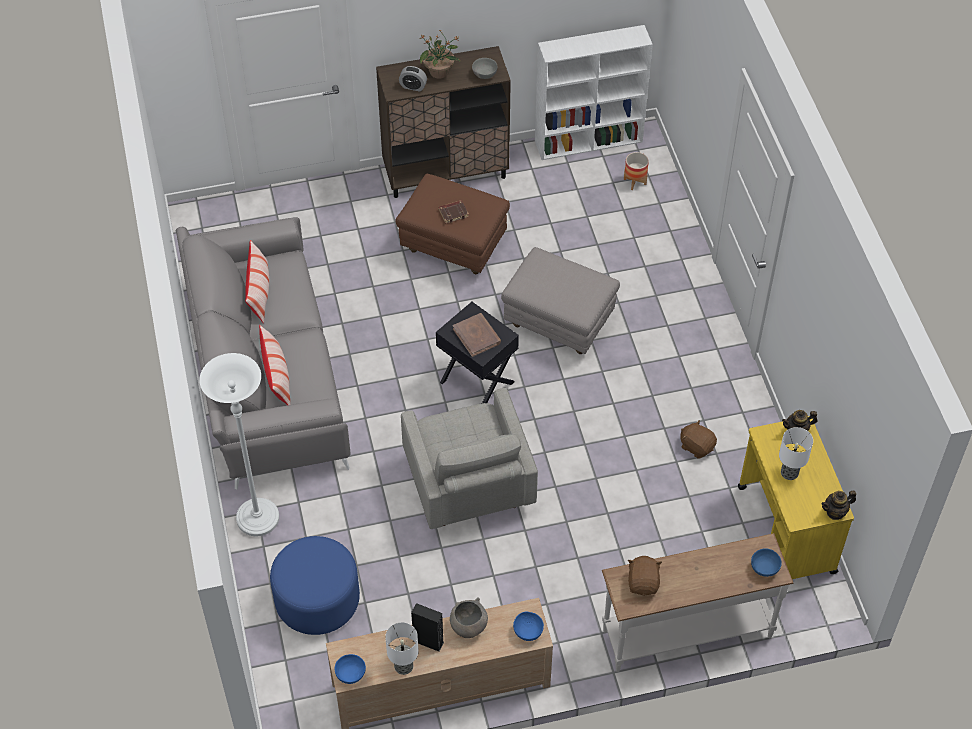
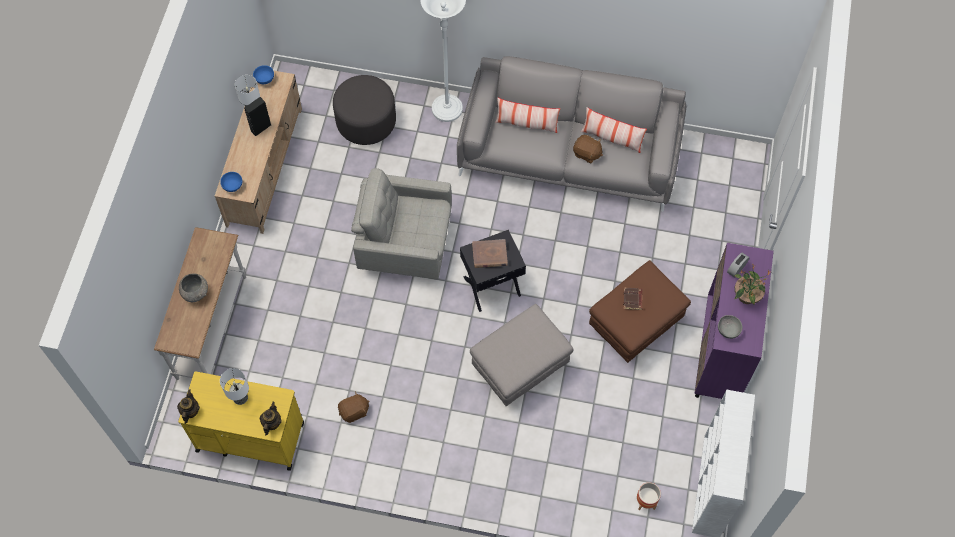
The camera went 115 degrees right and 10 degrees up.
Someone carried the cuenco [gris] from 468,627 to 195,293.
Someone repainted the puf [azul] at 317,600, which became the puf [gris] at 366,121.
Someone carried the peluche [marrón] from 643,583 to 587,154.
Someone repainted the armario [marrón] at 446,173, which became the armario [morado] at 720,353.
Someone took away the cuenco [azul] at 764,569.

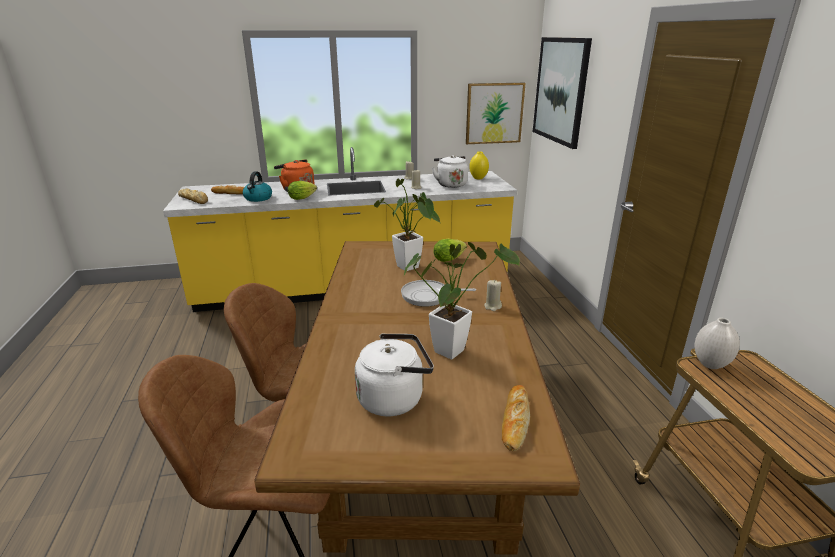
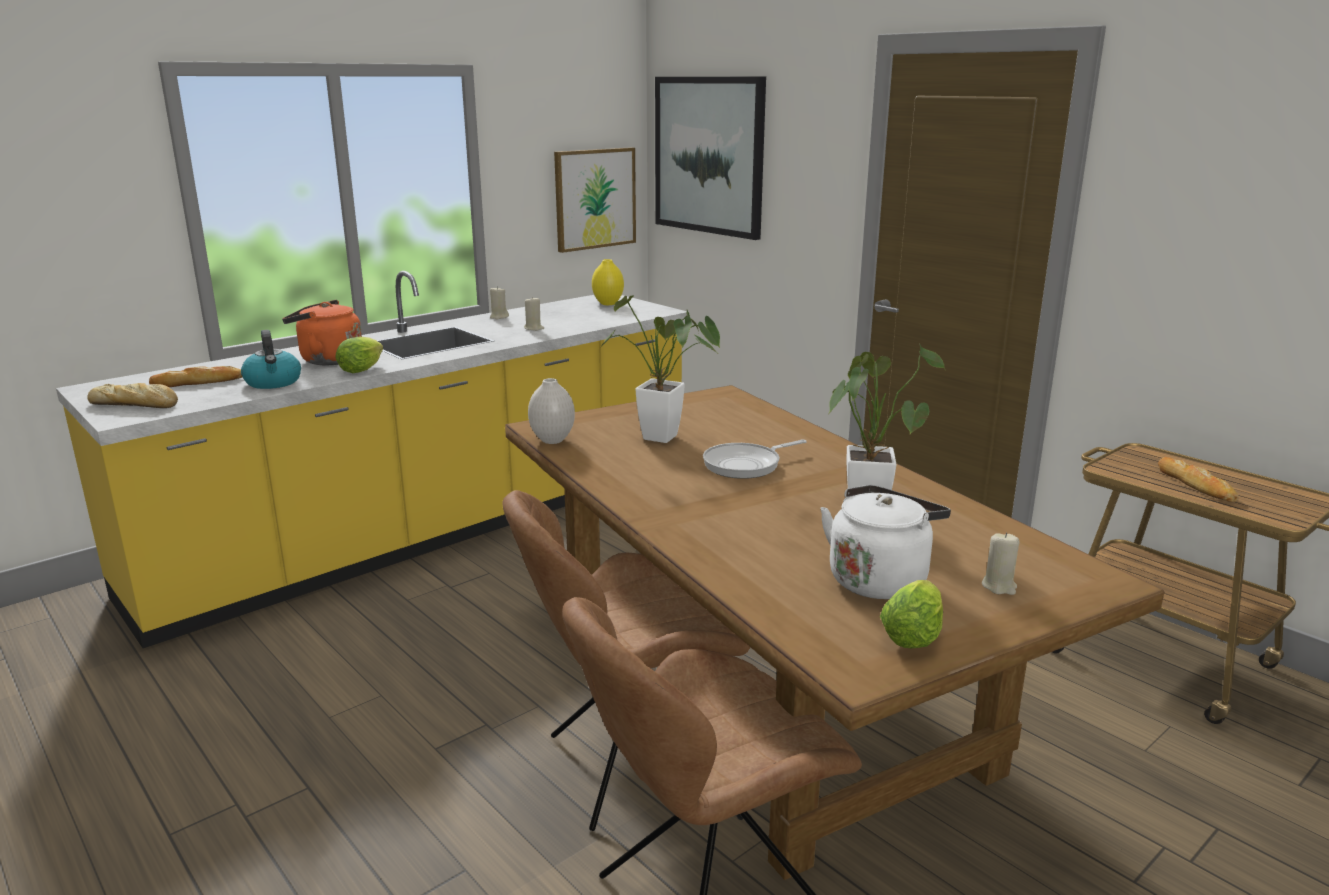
The camera went 30 degrees left and 5 degrees down.
Someone carried the florero [blanco] from 709,364 to 552,440.
Someone carried the lechuga from 450,259 to 914,634.
Someone carried the vela [beis] from 492,306 to 999,586.
Someone carried the pan from 515,420 to 1195,485.
Someone took away the hervidor [blanco] at 450,184.

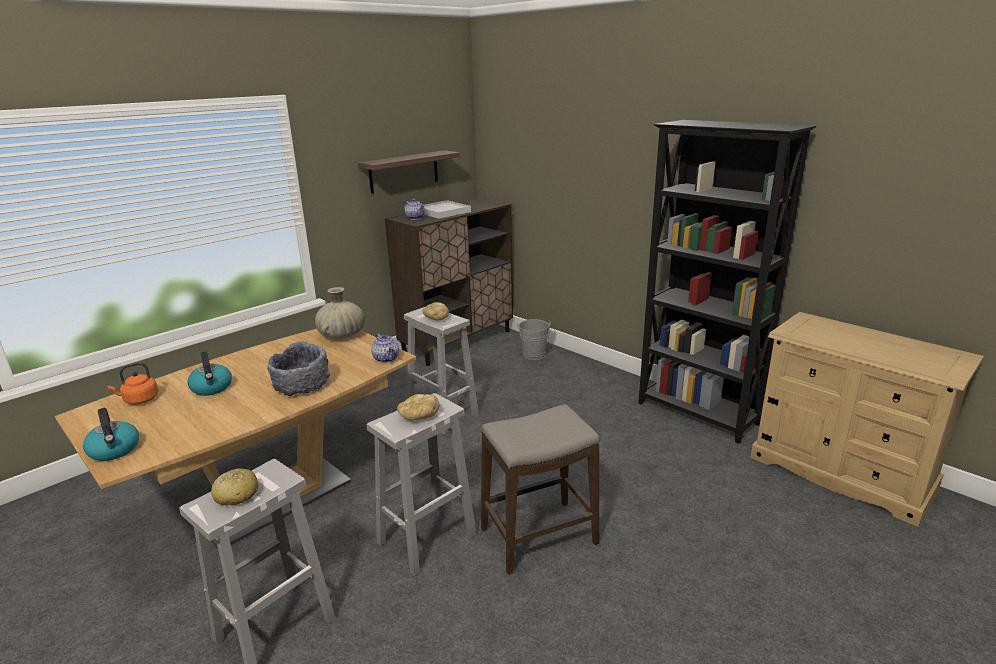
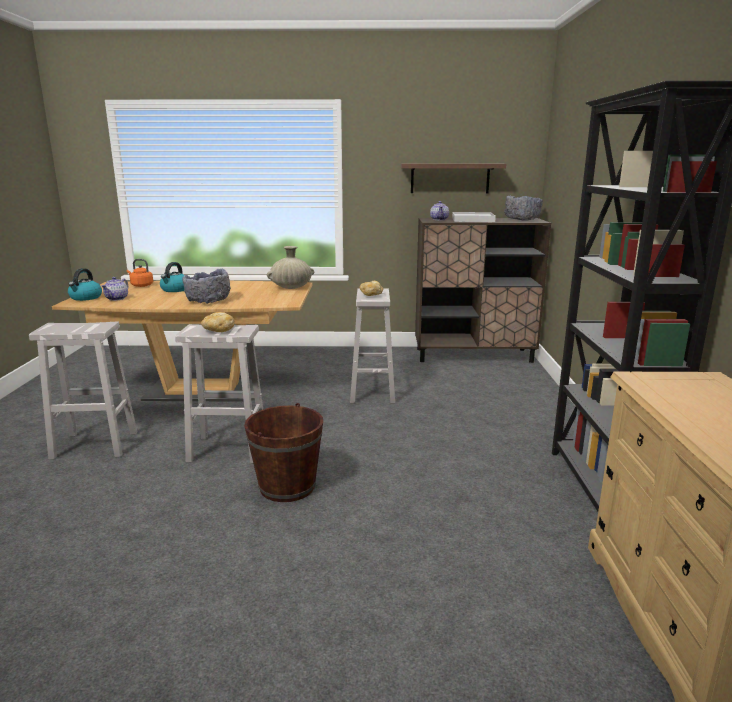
The camera went 45 degrees right and 5 degrees down.
Someone carried the tetera from 386,358 to 117,298.
Someone swapped the taburete at 538,536 for the cubo [marrón] at 287,486.
Someone put down the cuenco [gris] at 522,219.
Someone took away the pan at 236,494.
Someone took away the cubo [gris] at 534,356.

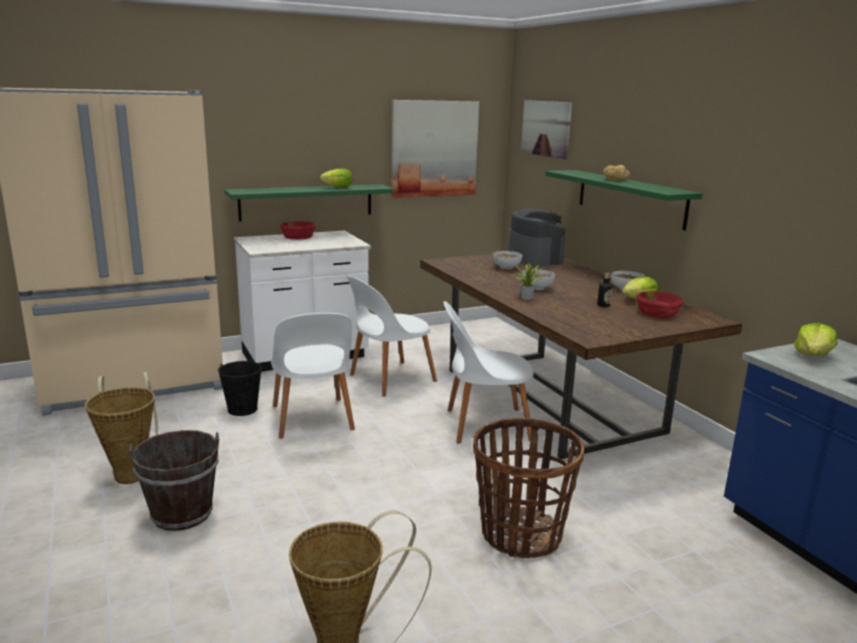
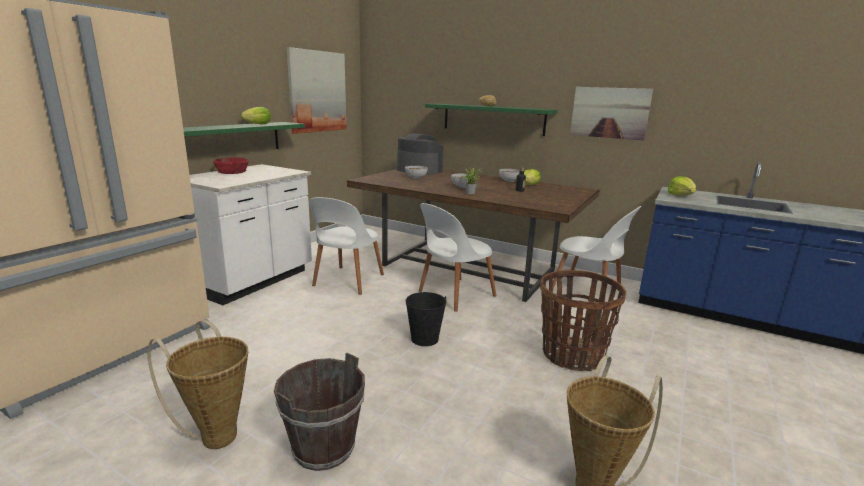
The camera went 35 degrees left and 0 degrees up.
Someone carried the cubo [negro] from 242,409 to 424,338.
Someone carried the silla [blanco] from 312,420 to 588,292.
Someone carried the cuadro from 546,128 to 609,112.
Someone took away the cuenco [rojo] at 656,312.

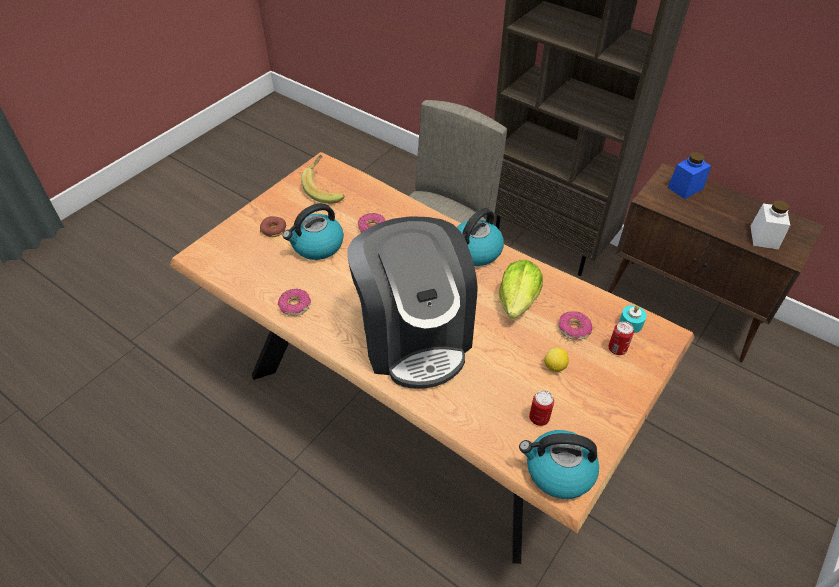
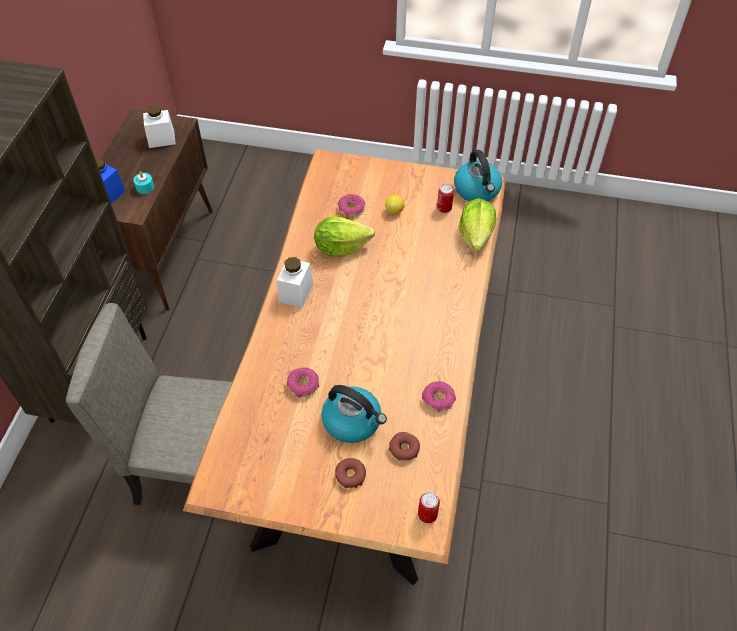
The camera went 115 degrees left and 5 degrees up.
Someone carried the vela [turquesa] from 630,324 to 145,187.
Someone swapped the hervidor at 475,252 for the tarro [blanco] at 295,292.
Someone put down the rosquilla at 404,449.
Someone carried the lata from 617,349 to 427,515.
Someone put down the lechuga at 476,235.
Someone took away the plátano at 326,189.
Someone took away the cafetera at 414,336.

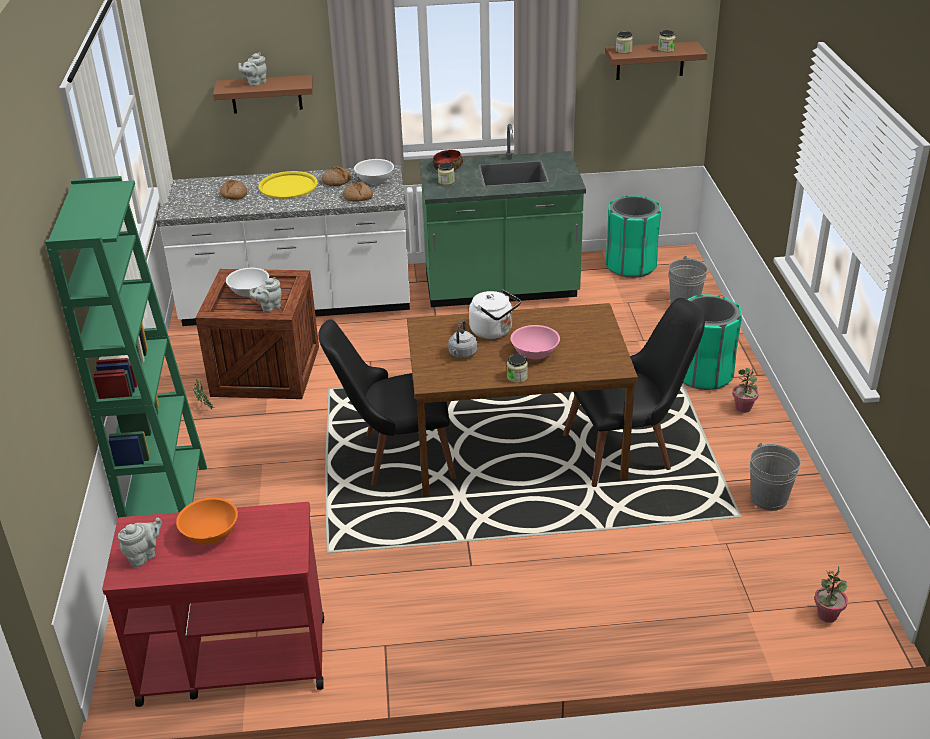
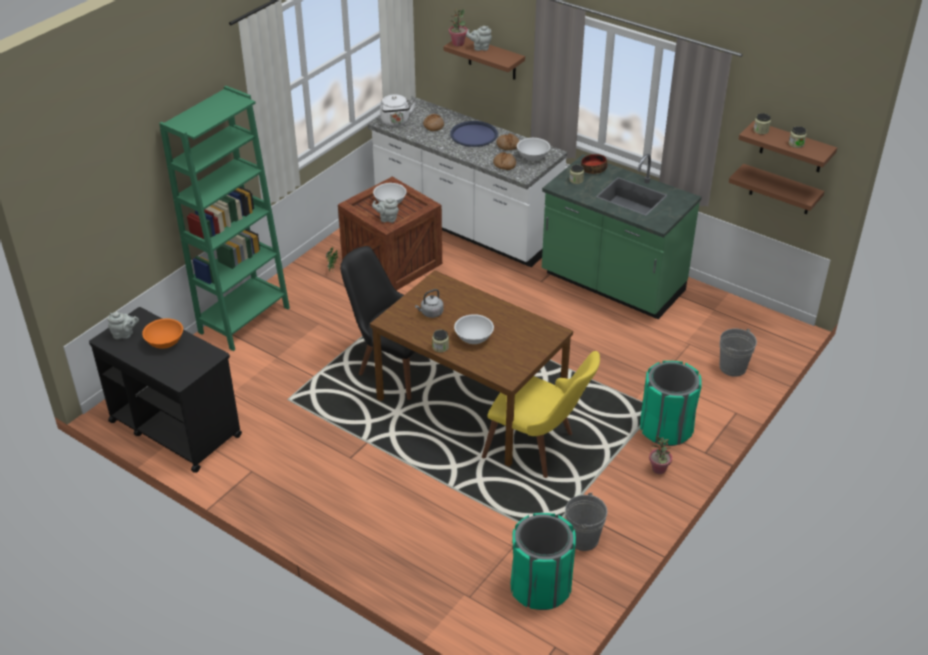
The camera went 40 degrees right and 5 degrees up.
Someone repainted the carrito [rojo] at 232,661, which became the carrito [negro] at 174,428.
Someone carried the hervidor [blanco] from 494,331 to 396,122.
Someone carried the planta en maceta from 827,615 to 458,43.
Someone repainted the bandeja [amarillo] at 288,186, which became the bandeja [azul] at 473,135.
Someone repainted the cuenco [rosa] at 534,353, which became the cuenco [blanco] at 474,337.
Someone repainted the silla [negro] at 630,449, which became the silla [amarillo] at 539,448.
Someone carried the papelera [verde] from 631,266 to 541,587.
Someone put up the estante [marrón] at 780,190.

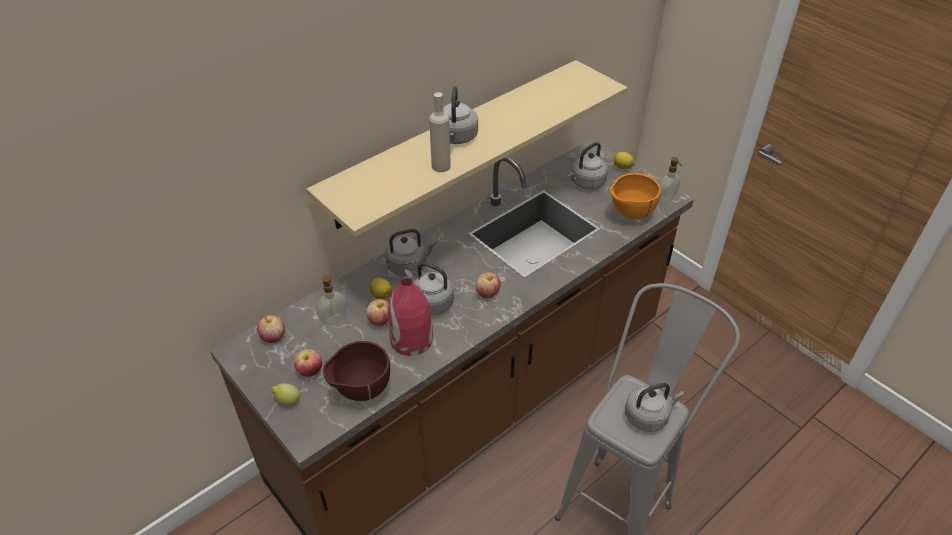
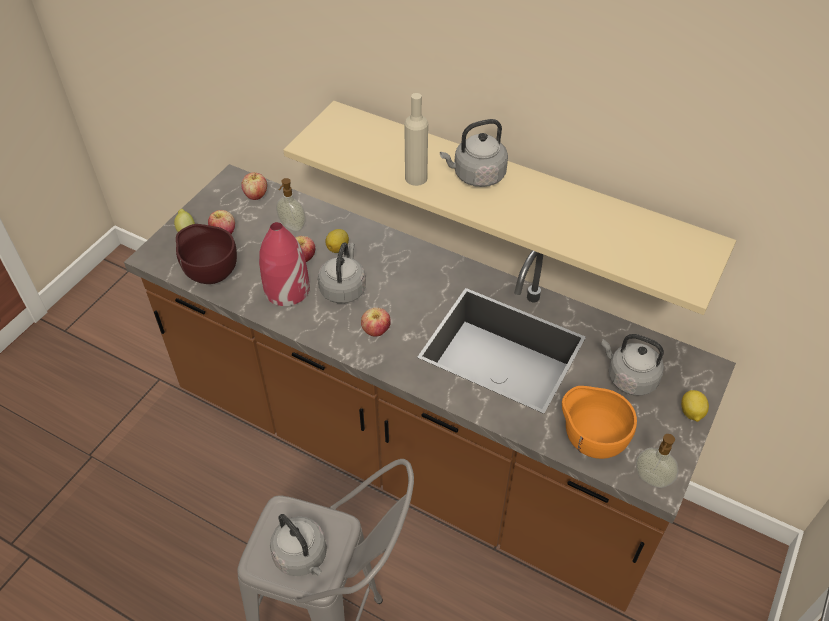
The camera went 70 degrees right and 5 degrees up.
Someone took away the hervidor [gris] at 409,266.

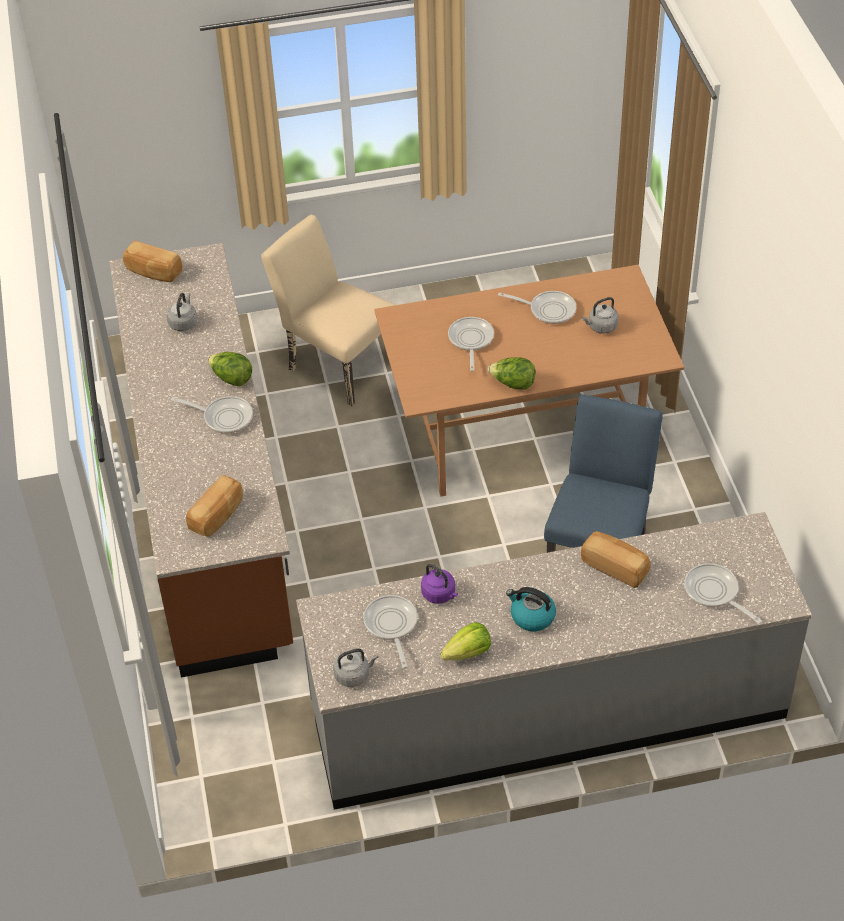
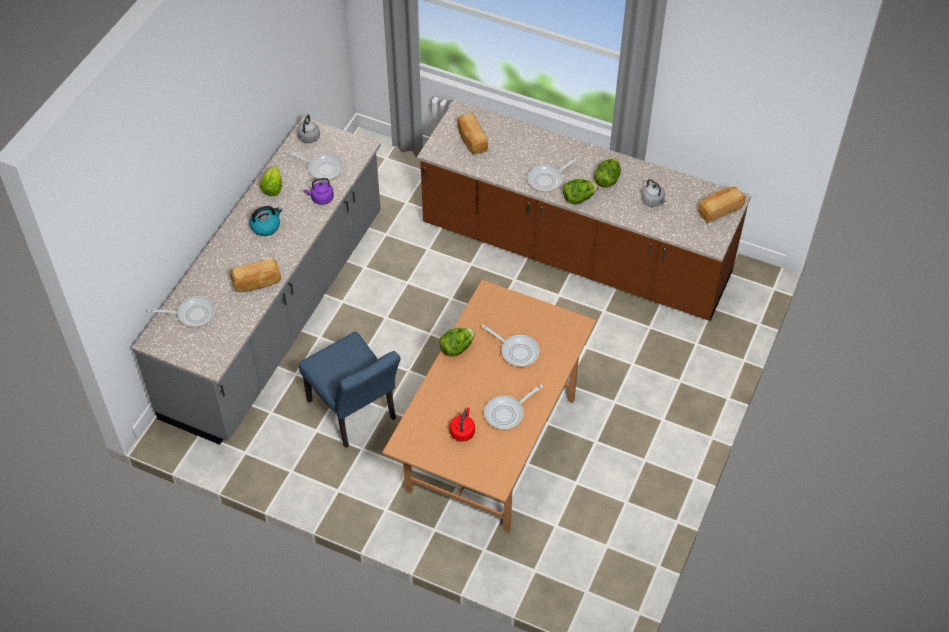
The camera went 125 degrees right and 5 degrees up.
Someone repainted the hervidor [gris] at 601,327, which became the hervidor [rojo] at 462,431.
Someone put down the lechuga at 607,180.
Someone took away the silla [beis] at 336,363.

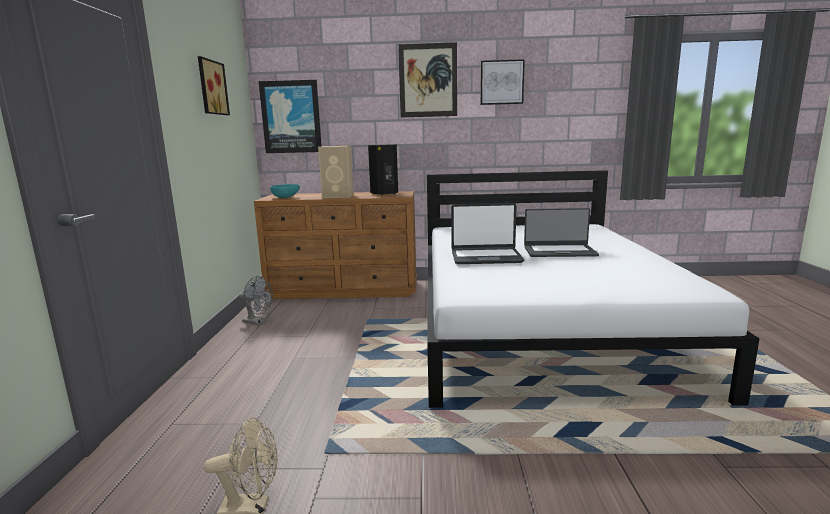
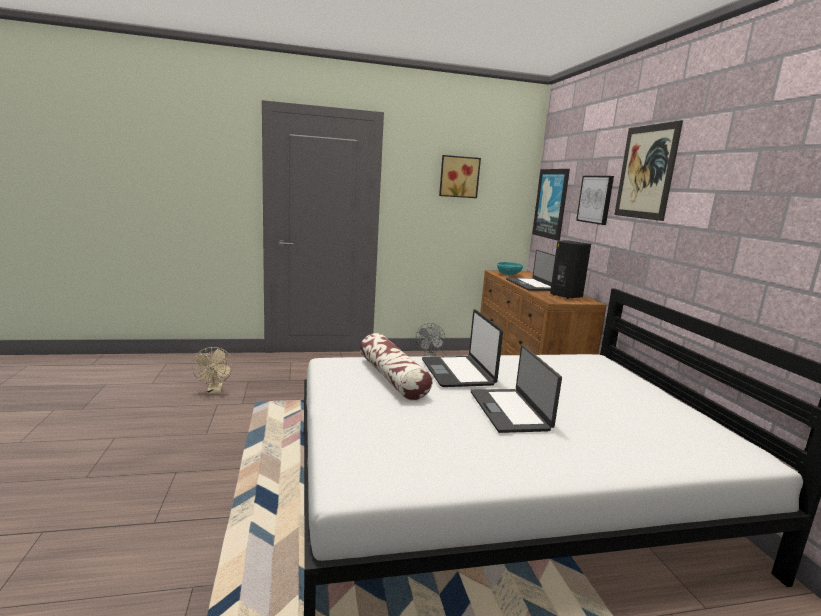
The camera went 75 degrees right and 0 degrees up.
Someone put down the cojín at 392,378.
Someone swapped the altavoz [beis] at 339,196 for the portátil at 531,285.
Someone carried the cuadro from 501,82 to 595,199.

